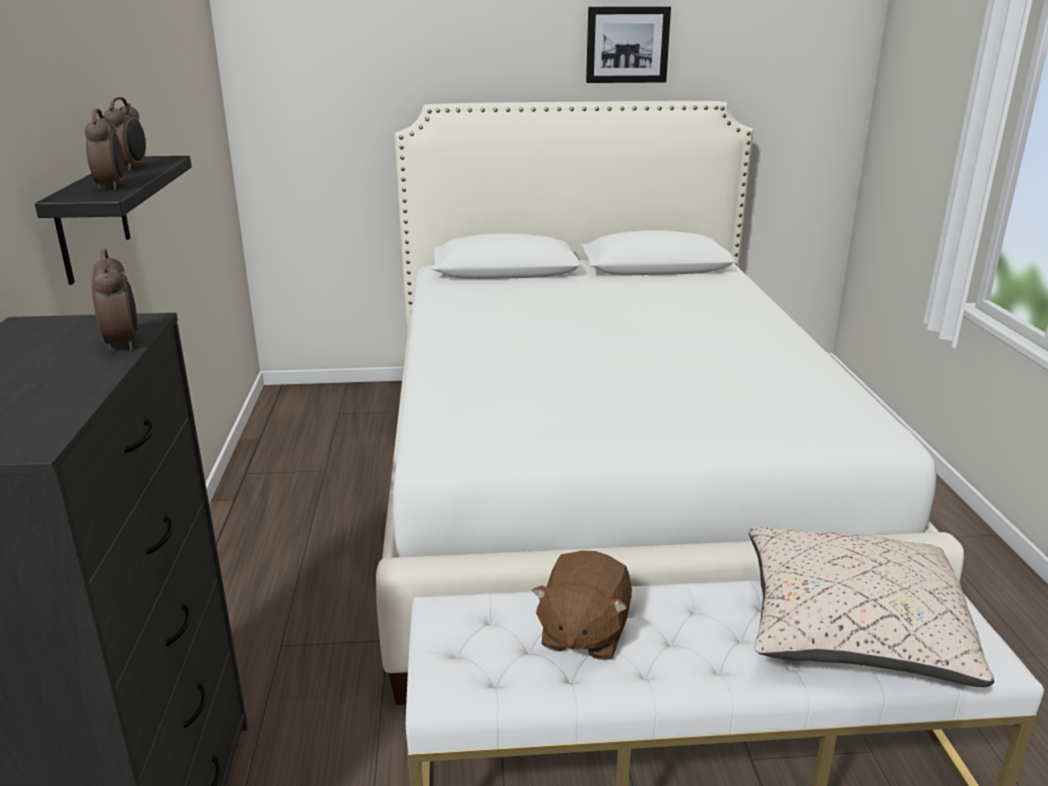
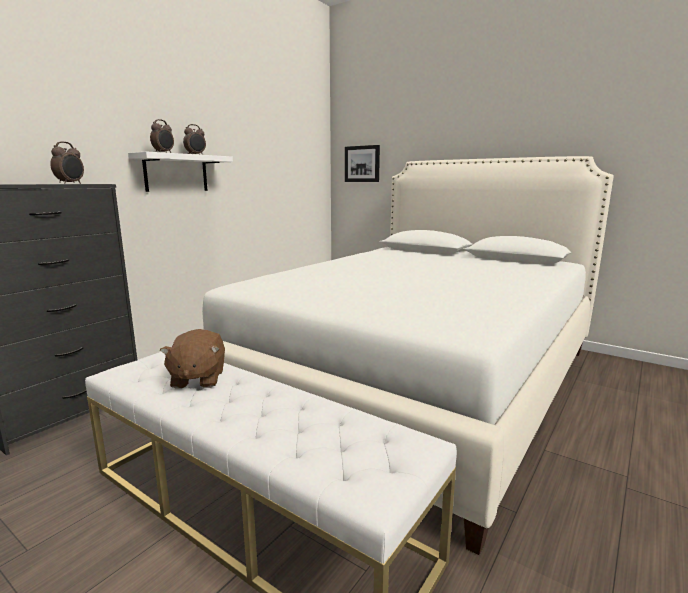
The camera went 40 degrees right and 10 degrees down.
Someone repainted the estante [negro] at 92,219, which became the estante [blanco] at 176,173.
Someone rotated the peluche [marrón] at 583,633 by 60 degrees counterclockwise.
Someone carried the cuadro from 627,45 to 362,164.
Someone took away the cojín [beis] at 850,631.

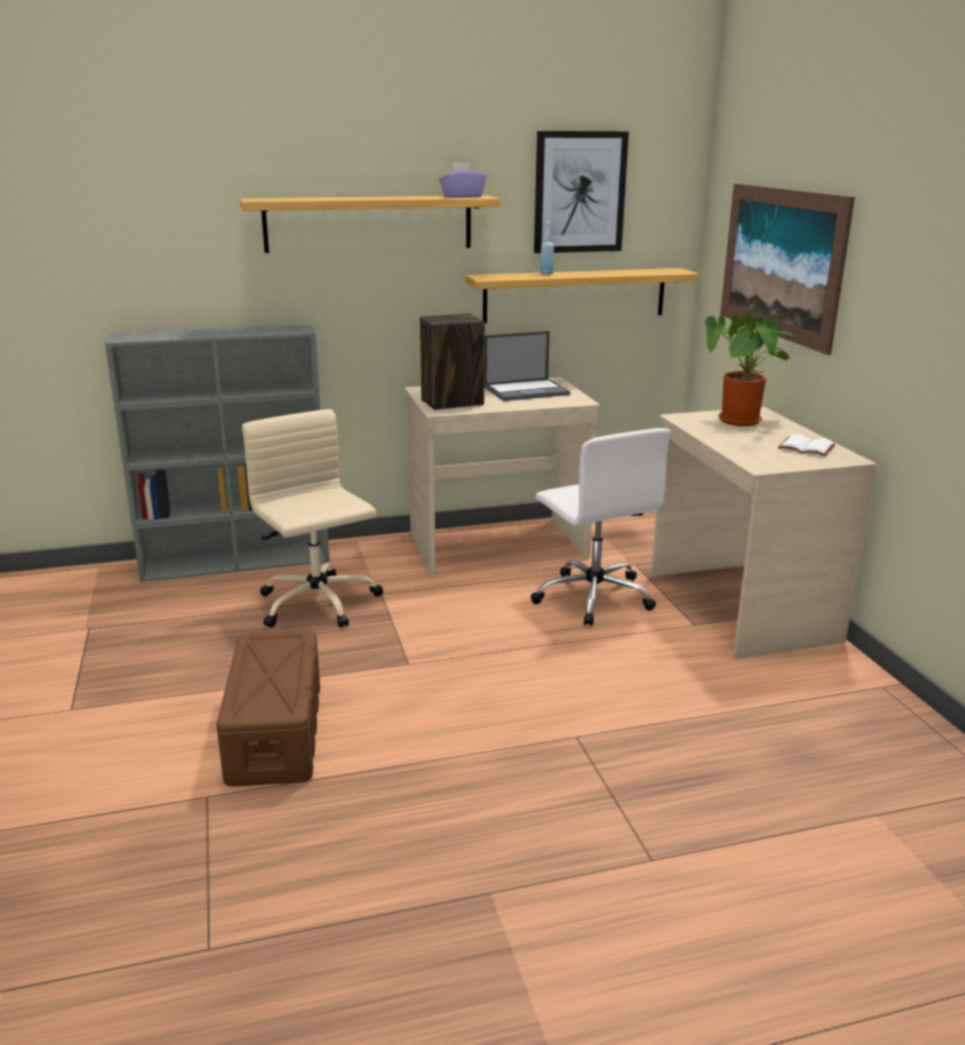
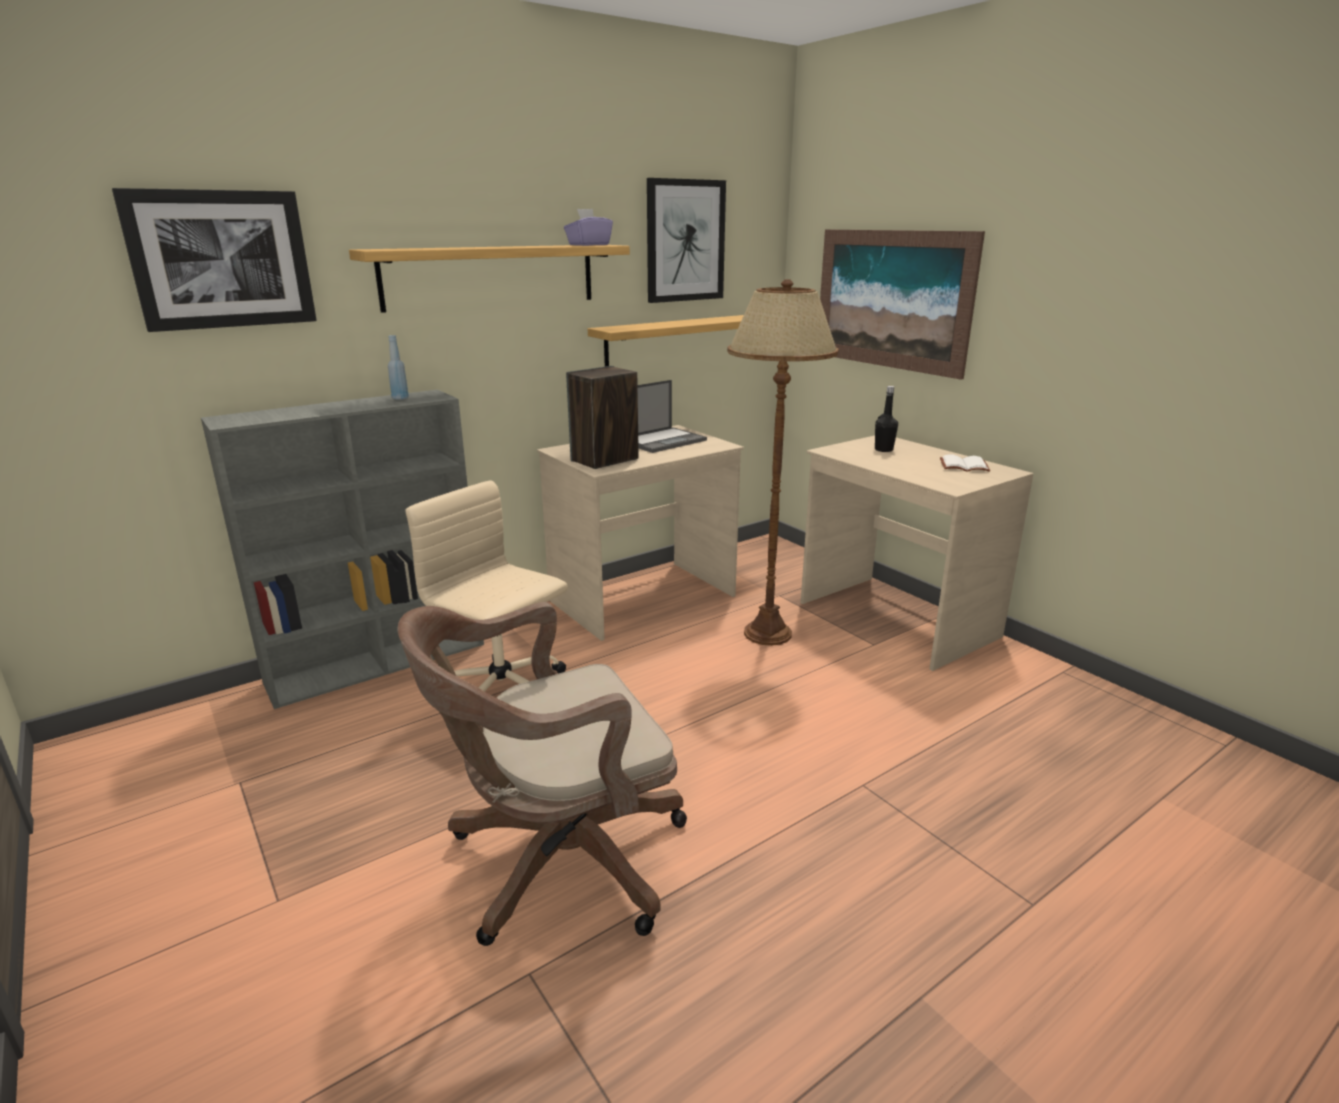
The camera went 20 degrees left and 0 degrees up.
Someone put up the cuadro at 221,259.
Someone carried the botella [azul] from 546,274 to 400,398.
Someone swapped the caja de almacenaje [marrón] at 275,732 for the silla de oficina [marrón] at 556,862.
Someone swapped the silla de oficina [blanco] at 593,596 for the lámpara de pie [marrón] at 767,633.
Someone swapped the planta en maceta at 741,422 for the botella [negro] at 883,450.

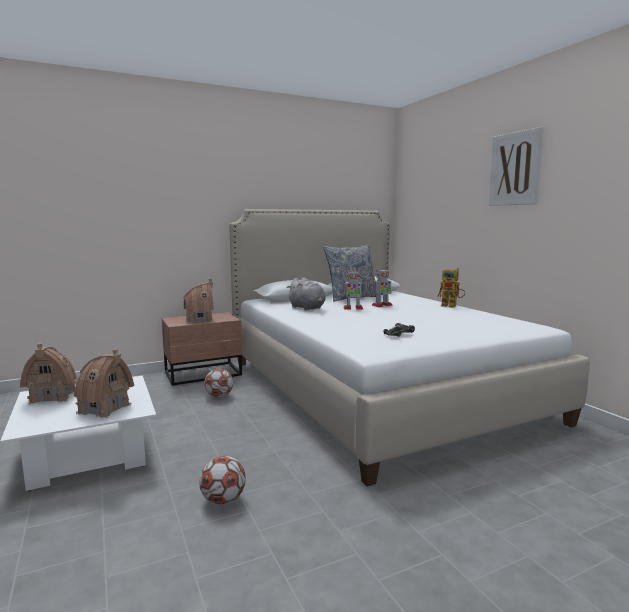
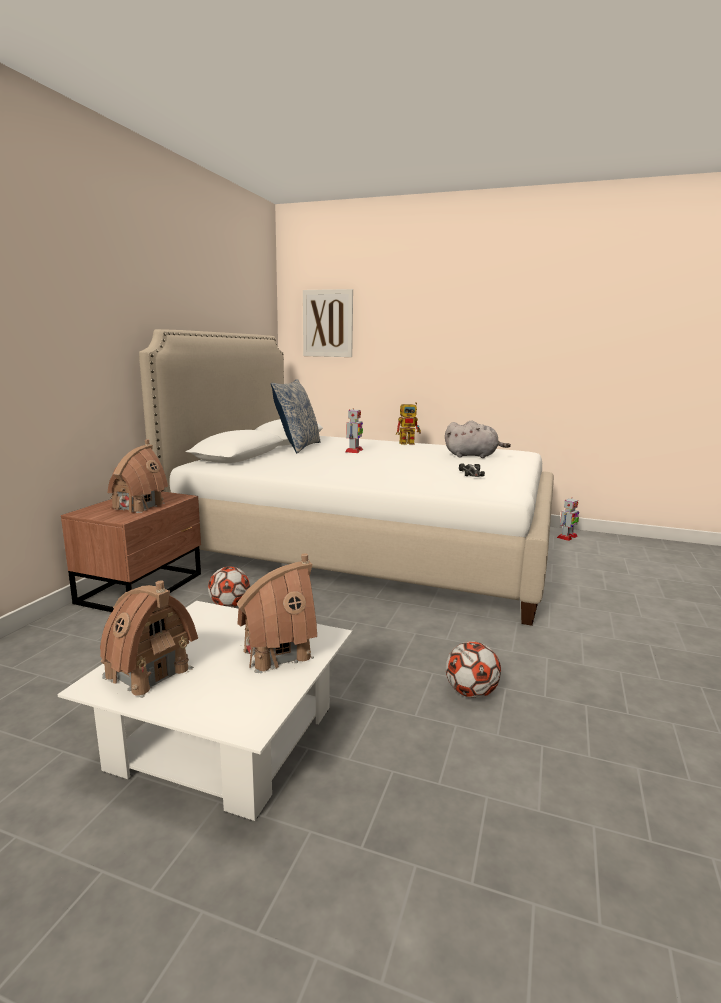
The camera went 45 degrees left and 5 degrees up.
Someone carried the cuadro from 515,169 to 328,323.
Someone carried the peluche [gris] from 307,308 to 473,456.
Someone carried the robot de juguete from 353,308 to 567,537.

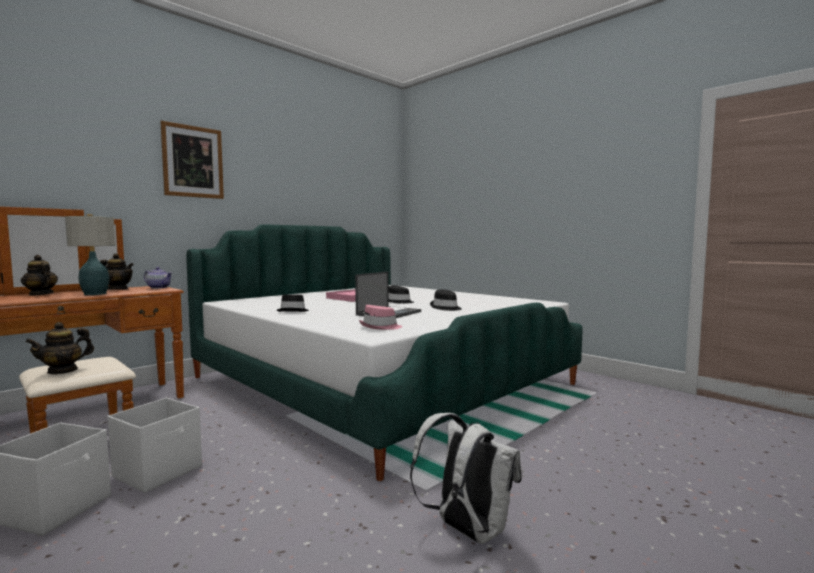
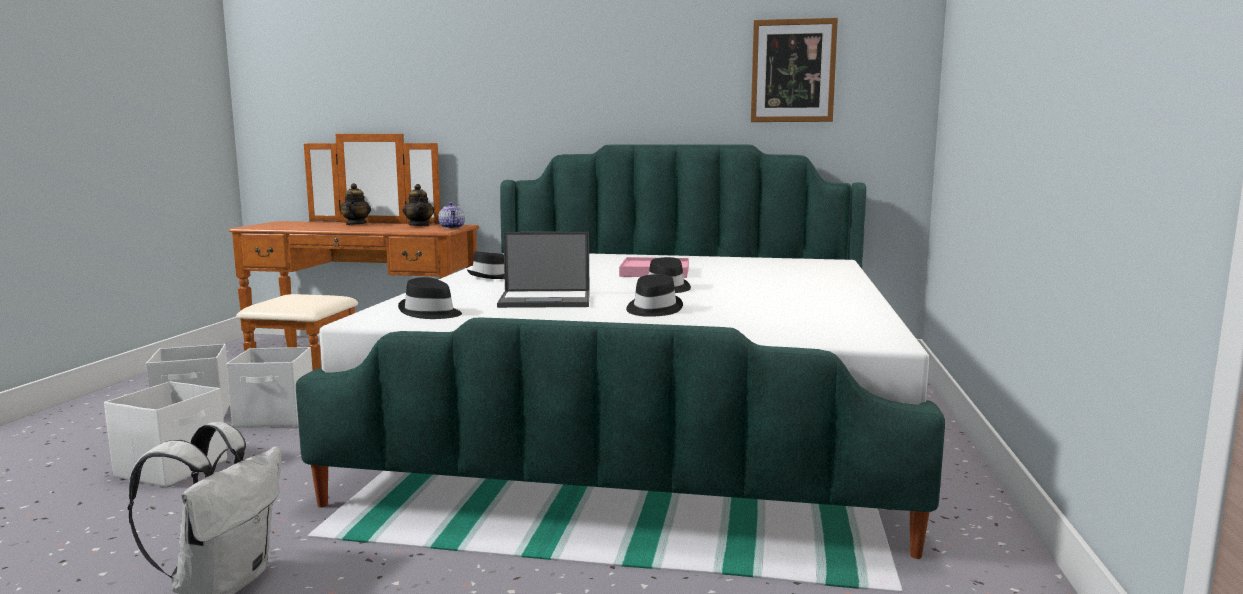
The camera went 55 degrees right and 5 degrees up.
Someone put down the caja de almacenaje [blanco] at 173,468.
Someone repainted the sombrero [rosa] at 380,327, which became the sombrero [negro] at 430,313.
Someone carried the cuadro from 193,161 to 793,71.
Someone took away the tetera at 63,370.
Someone took away the lámpara de mesa at 95,294.

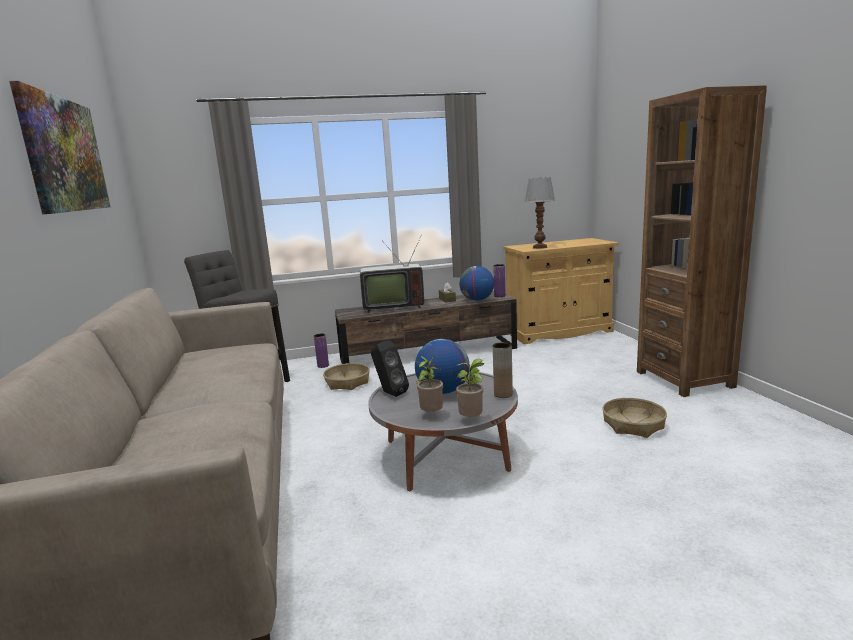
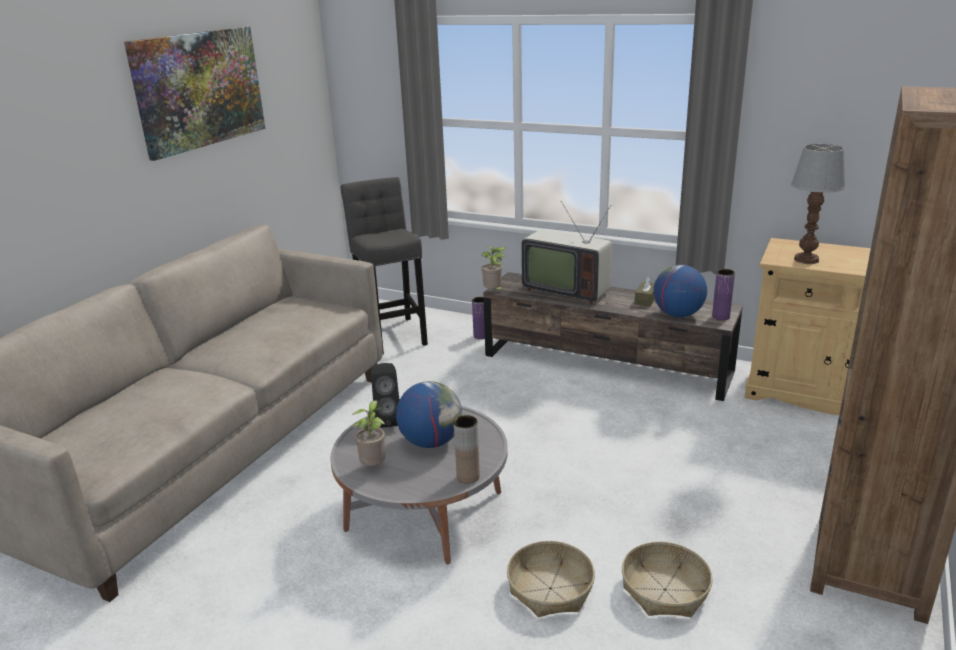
The camera went 40 degrees right and 10 degrees up.
Someone carried the planta en maceta from 472,420 to 494,292.
Someone carried the cesta from 348,382 to 550,589.

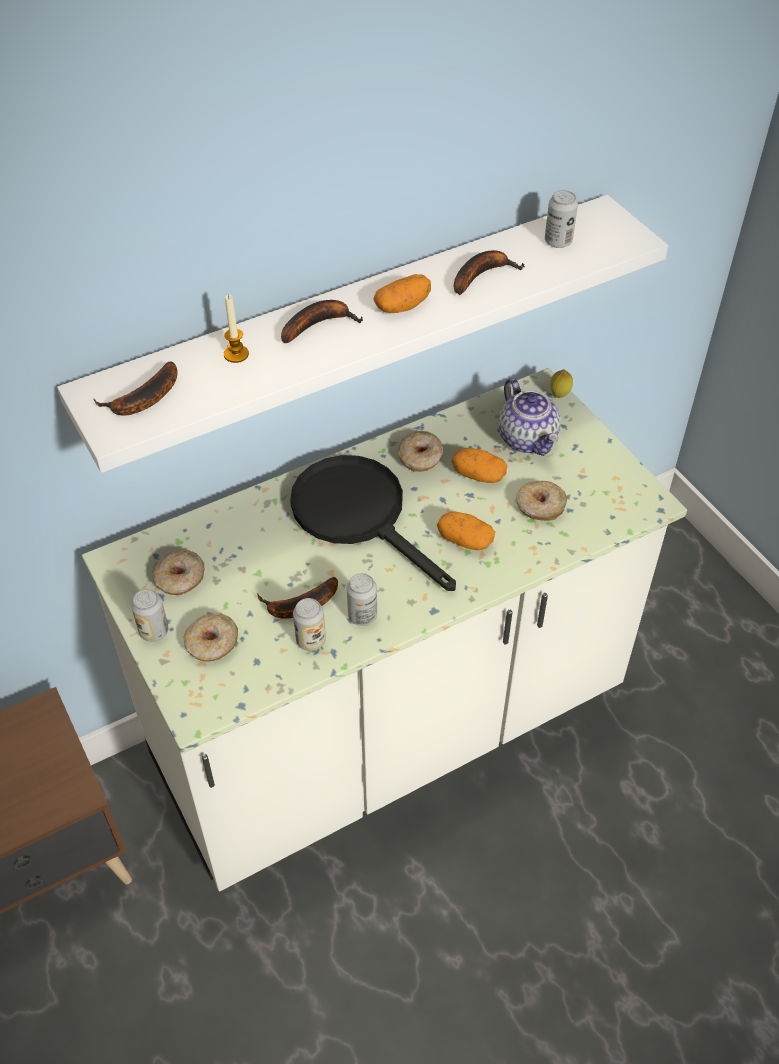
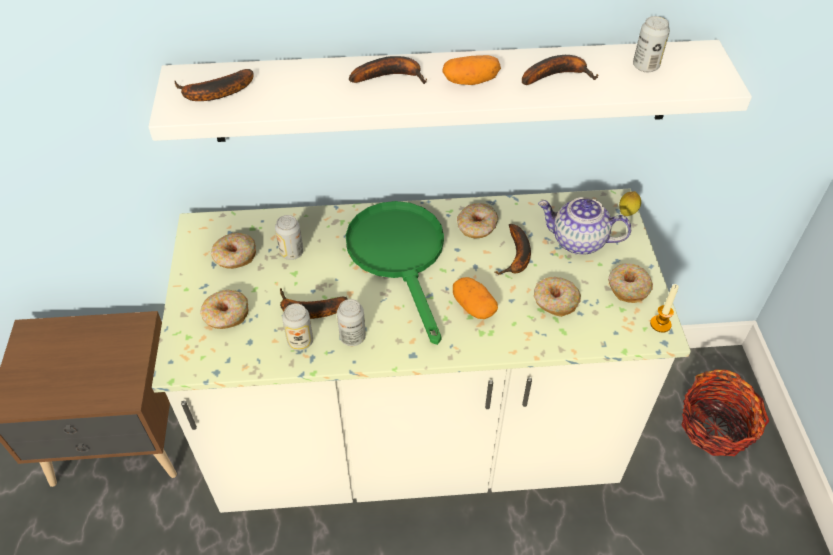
The camera went 25 degrees right and 0 degrees up.
Someone carried the lata from 154,631 to 292,252.
Someone repainted the sartén [negro] at 360,515, which became the sartén [verde] at 400,256.
Someone swapped the patata at 478,475 for the plátano at 517,257.
Someone rotated the tetera at 528,439 by 105 degrees clockwise.
Someone put down the rosquilla at 627,287.
Someone carried the vela from 236,354 to 660,324.
Someone put down the cesta at 715,427.

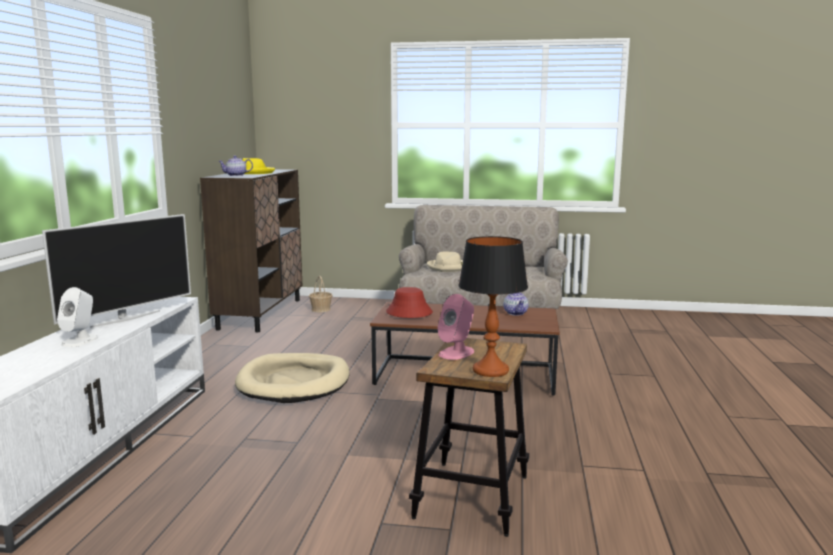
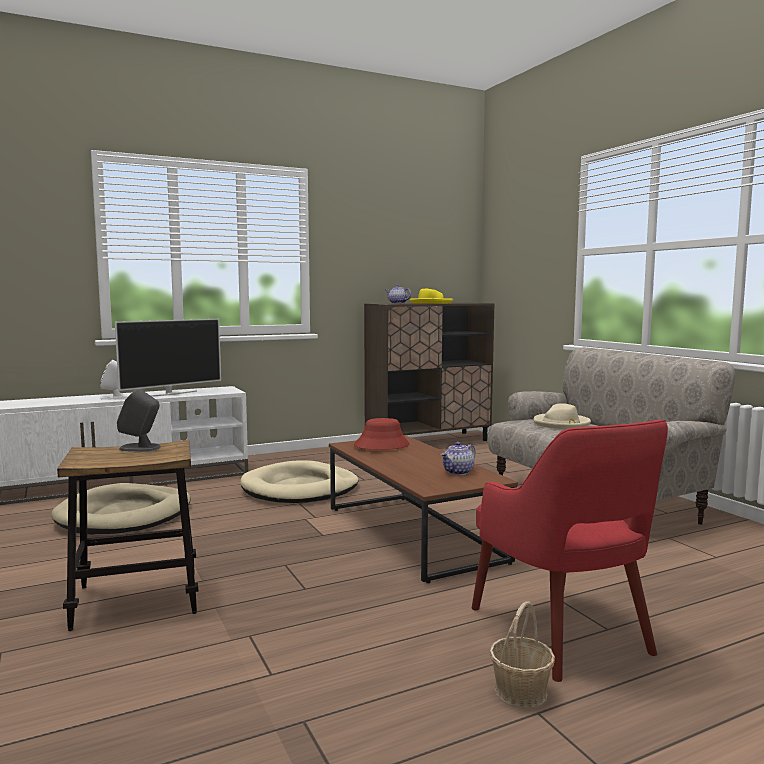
The camera went 55 degrees right and 5 degrees down.
Someone put down the cama para perro [beis] at 125,515.
Someone rotated the televisor at 126,318 by 45 degrees counterclockwise.
Someone repainted the altavoz [rosa] at 456,353, which became the altavoz [gris] at 140,448.
Someone put down the sillón [rojo] at 562,632.
Someone carried the cesta from 321,309 to 521,692.
Someone took away the lámpara de mesa at 491,370.

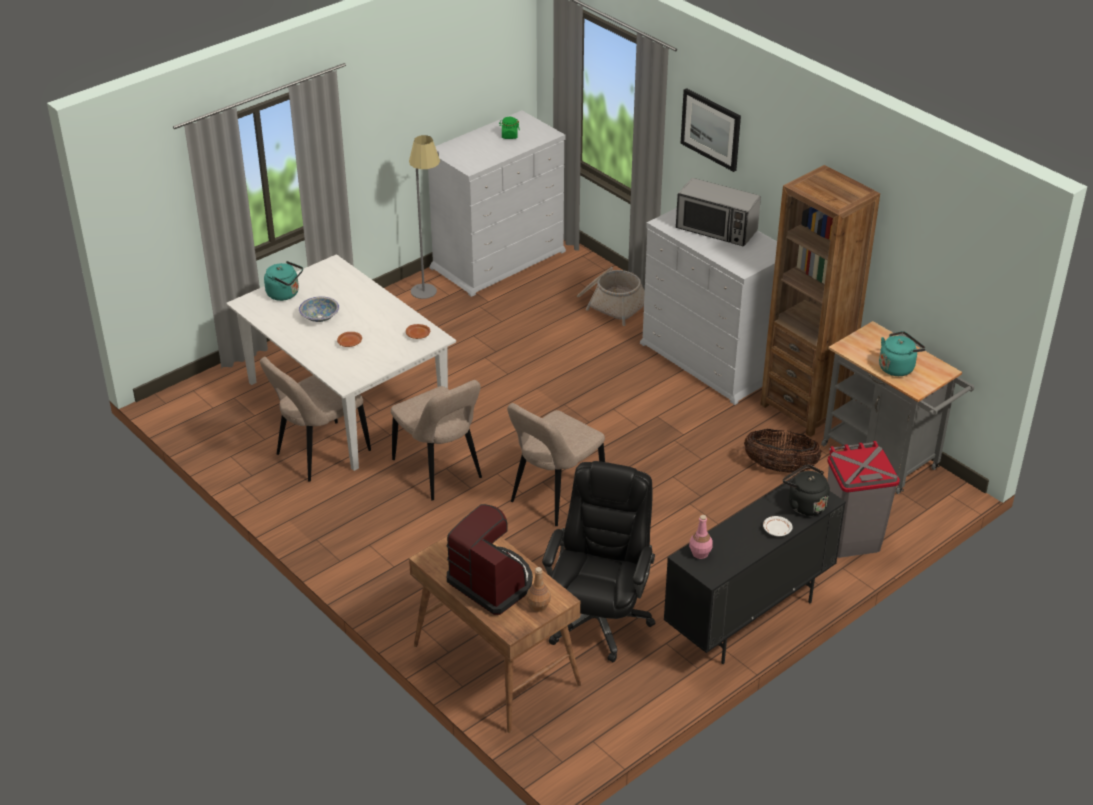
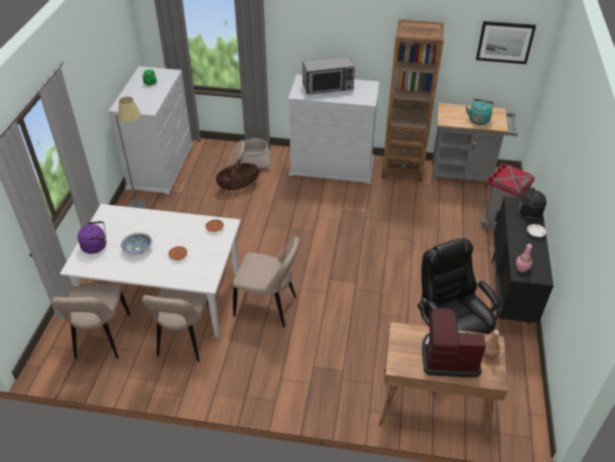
The camera went 40 degrees left and 5 degrees up.
Someone carried the silla [beis] from 554,497 to 102,339.
Someone repainted the hervidor [turquesa] at 285,294, which became the hervidor [morado] at 96,246.
Someone carried the cesta from 780,467 to 238,186.
Someone carried the cuadro from 711,129 to 505,42.

